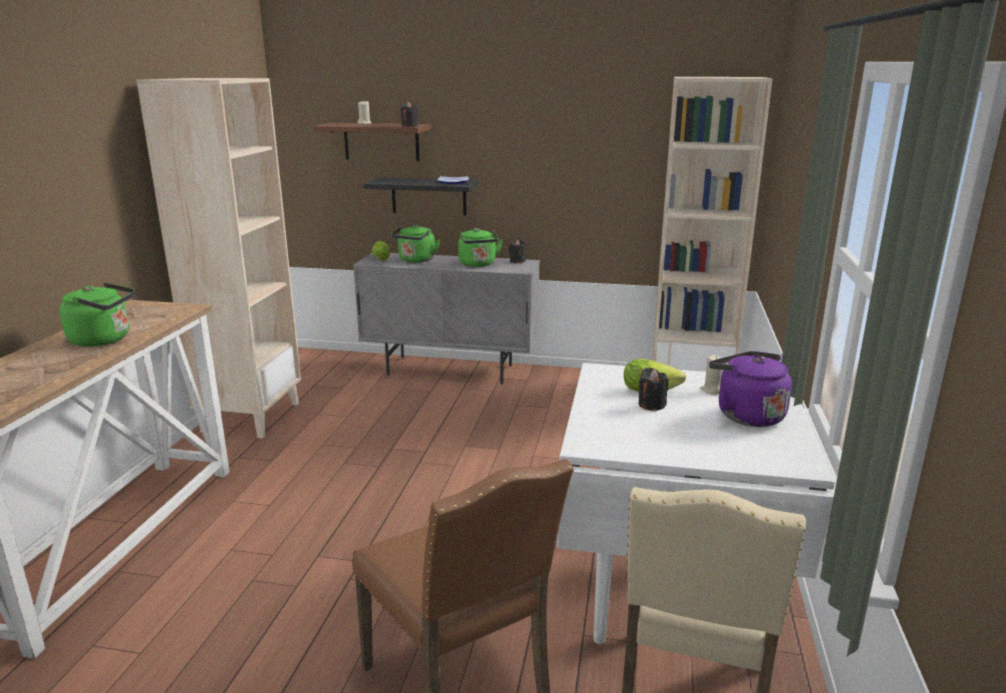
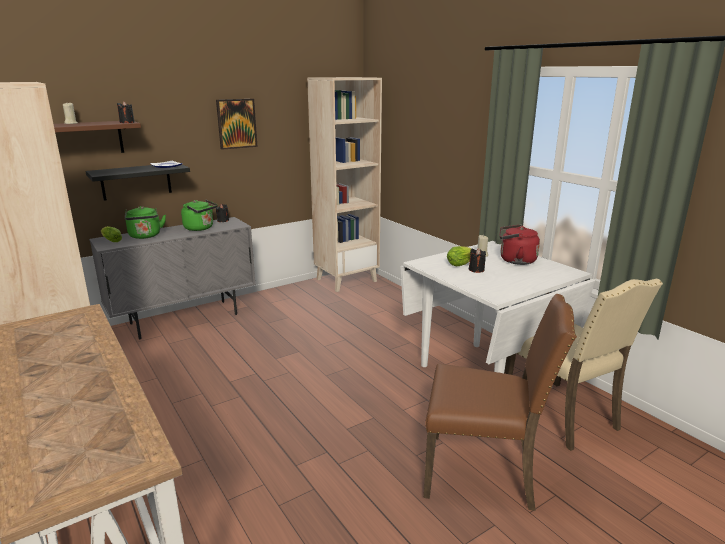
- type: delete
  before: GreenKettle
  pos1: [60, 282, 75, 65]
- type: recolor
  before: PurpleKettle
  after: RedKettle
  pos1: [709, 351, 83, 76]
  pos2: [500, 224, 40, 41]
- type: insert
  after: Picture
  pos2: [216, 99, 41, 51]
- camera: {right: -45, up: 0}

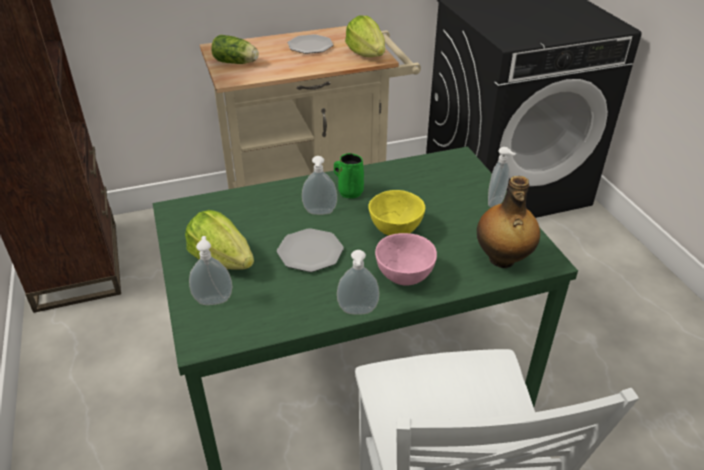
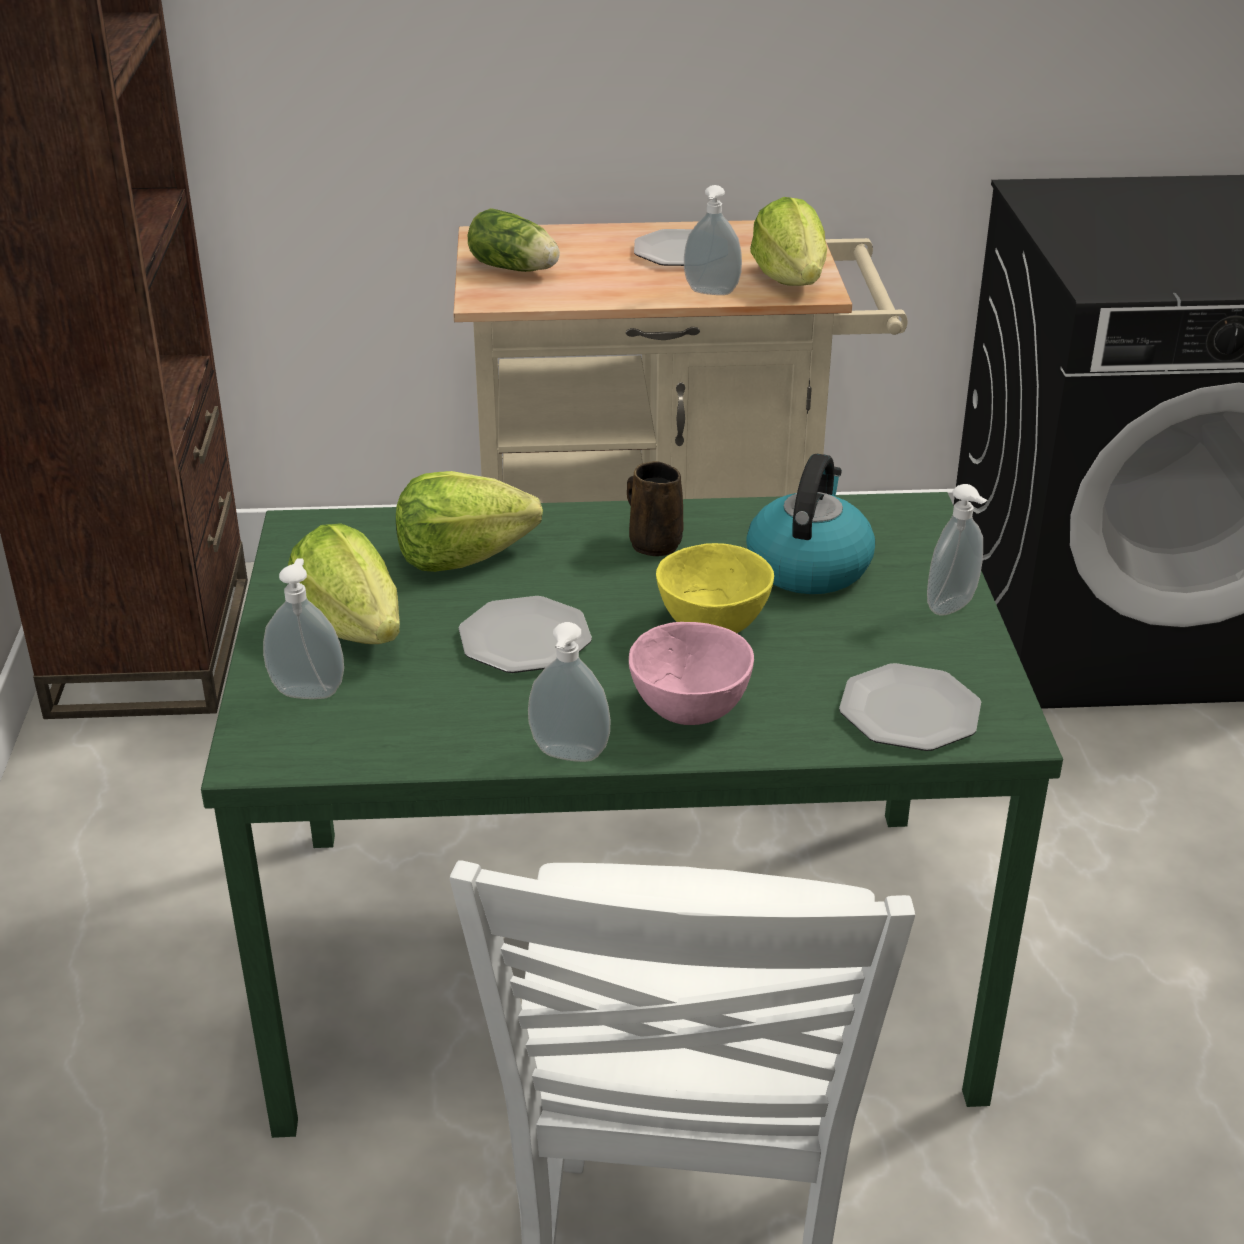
- type: recolor
  before: GreenMug
  after: BrownMug
  pos1: [334, 153, 30, 45]
  pos2: [627, 461, 57, 95]
- type: move
  before: SoapDispenser
  pos1: [302, 156, 35, 59]
  pos2: [684, 185, 58, 110]
- type: replace
  before: Bottle
  after: Plate
  pos1: [477, 176, 63, 92]
  pos2: [839, 663, 142, 88]
- type: insert
  after: Kettle
  pos2: [746, 454, 129, 140]
- type: insert
  after: Lettuce
  pos2: [396, 471, 147, 101]
- camera: {right: 15, up: -5}

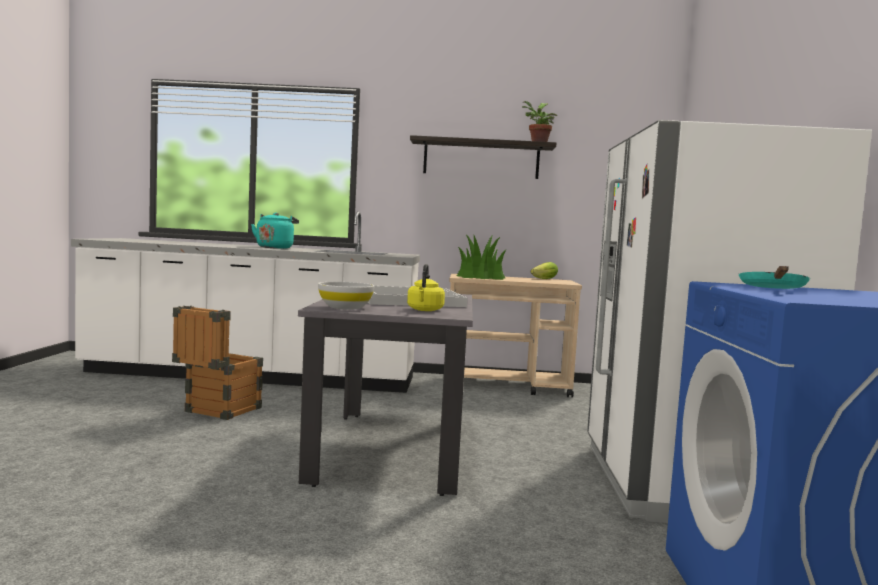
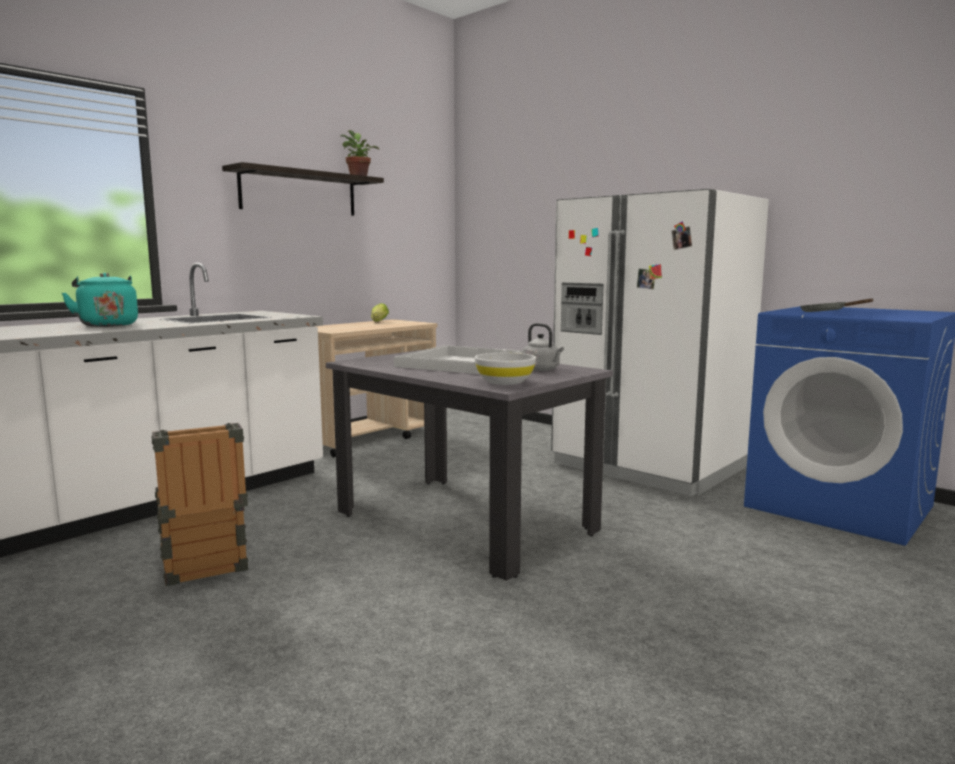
- type: delete
  before: PottedPlant
  pos1: [457, 235, 49, 45]
- type: recolor
  before: YellowKettle
  after: GreyKettle
  pos1: [407, 264, 38, 47]
  pos2: [522, 323, 42, 48]
- type: recolor
  before: TurquoiseFryingPan
  after: GreyFryingPan
  pos1: [739, 266, 71, 23]
  pos2: [800, 298, 74, 14]
- camera: {right: -50, up: 5}

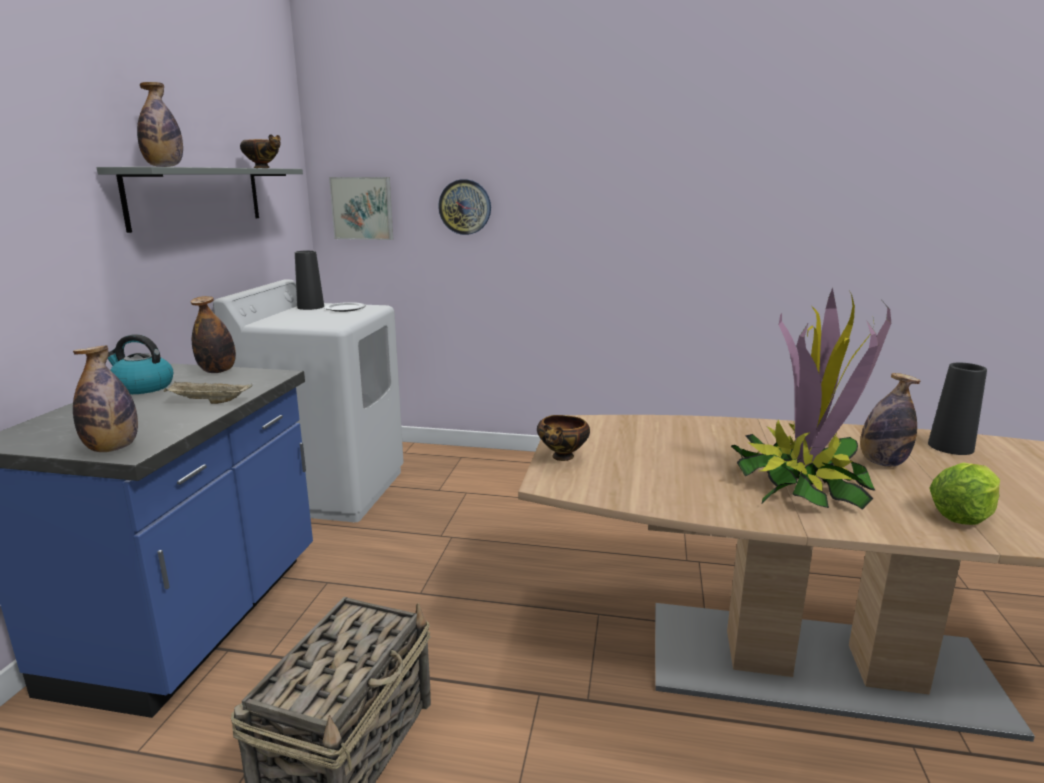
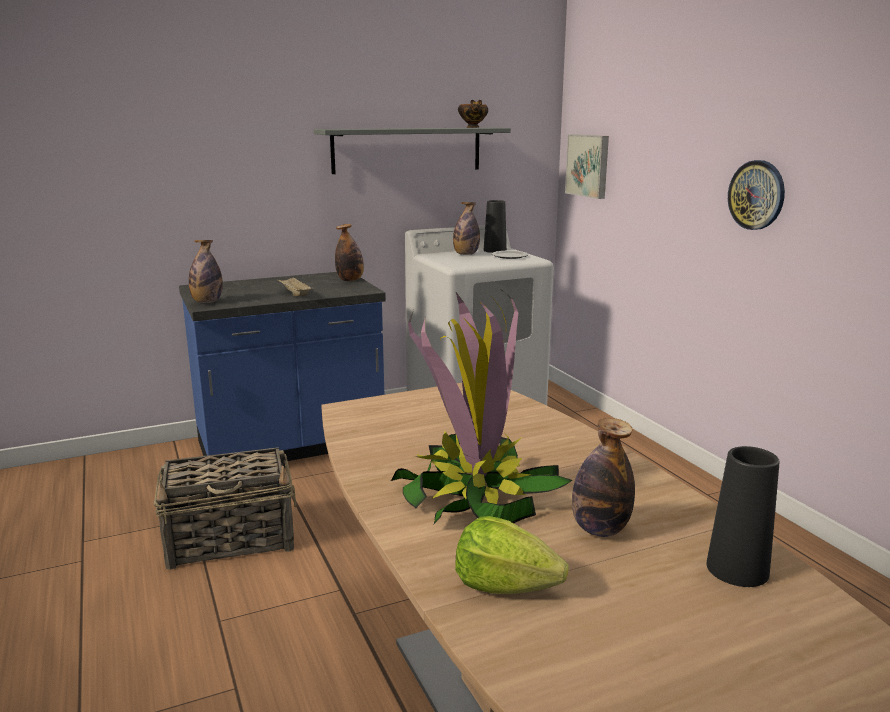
- type: move
  before: Bottle
  pos1: [137, 82, 46, 85]
  pos2: [453, 202, 27, 53]
- type: move
  before: WallClock
  pos1: [438, 179, 53, 56]
  pos2: [728, 160, 57, 70]
- type: delete
  before: Kettle
  pos1: [108, 334, 65, 60]
- type: delete
  before: Bowl
  pos1: [537, 415, 53, 46]
- camera: {right: 55, up: 0}

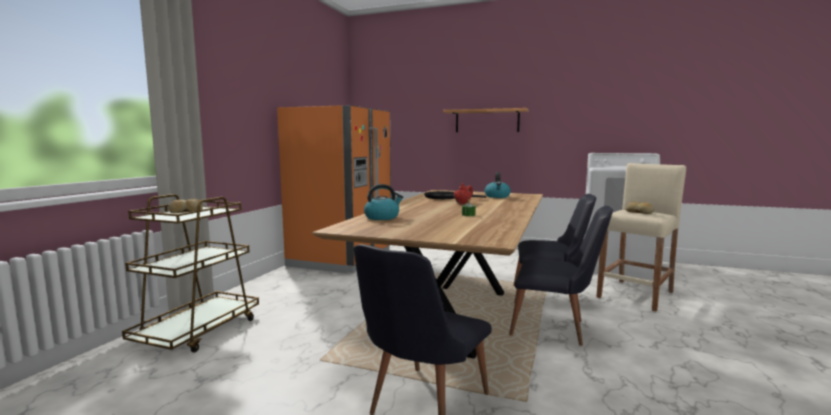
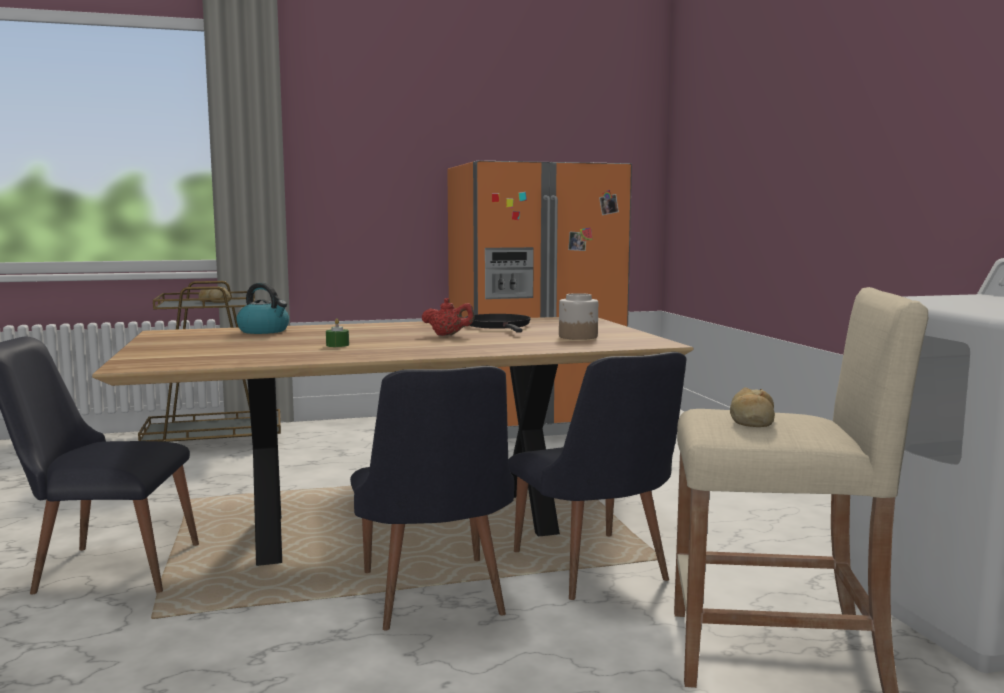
- type: delete
  before: Shelf
  pos1: [443, 108, 86, 24]
- type: replace
  before: Kettle
  after: Jar
  pos1: [485, 172, 26, 26]
  pos2: [559, 293, 39, 47]
- camera: {right: 55, up: 0}

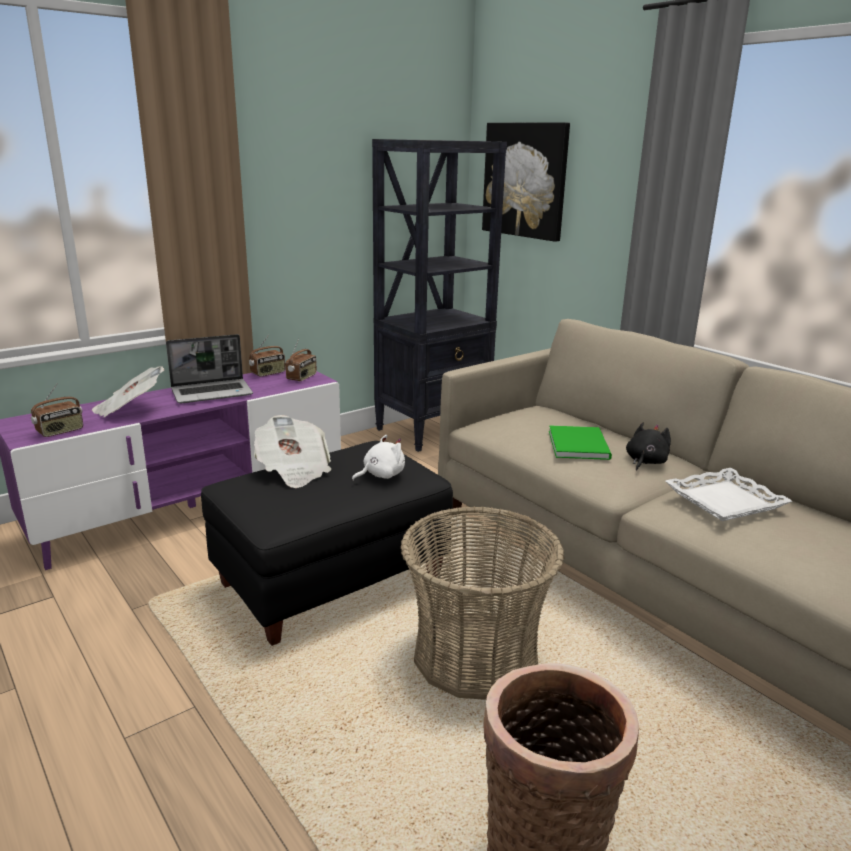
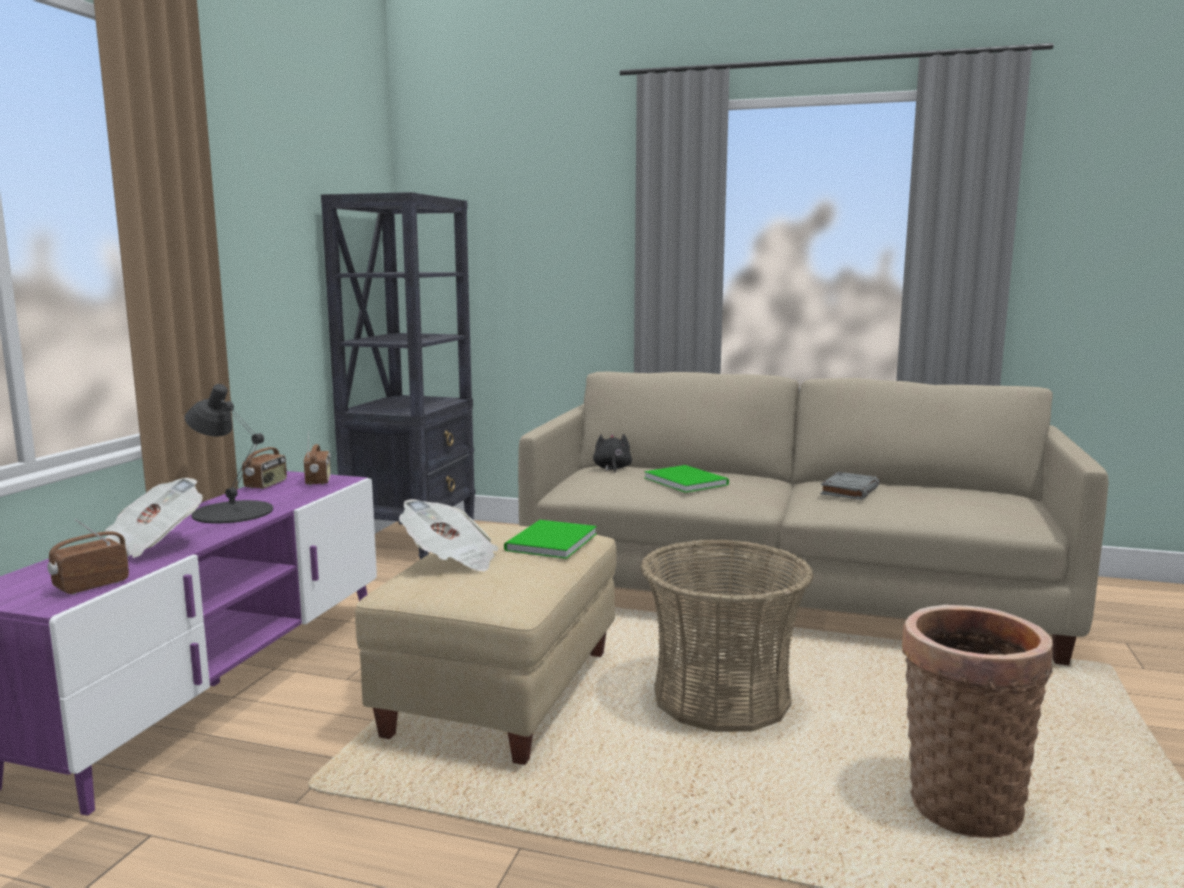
- type: delete
  before: Picture
  pos1: [482, 122, 88, 120]
- type: replace
  before: Laptop
  after: BlackTableLamp
  pos1: [166, 334, 87, 69]
  pos2: [185, 384, 88, 140]
- type: rotate
  before: Radio
  pos1: [31, 383, 52, 54]
  pos2: [47, 519, 82, 75]
  turn: -150
- type: move
  before: BlackPlushToy
  pos1: [626, 423, 45, 48]
  pos2: [593, 434, 39, 39]
- type: replace
  before: WhitePlushToy
  after: GreenBook
  pos1: [352, 435, 53, 46]
  pos2: [504, 520, 93, 39]
- type: recolor
  before: BlackOttoman
  after: BeigeOttoman
  pos1: [201, 441, 252, 205]
  pos2: [355, 523, 262, 242]
- type: replace
  before: WhiteTray
  after: GreyBook
  pos1: [665, 468, 127, 53]
  pos2: [821, 472, 59, 28]
- camera: {right: -35, up: -10}

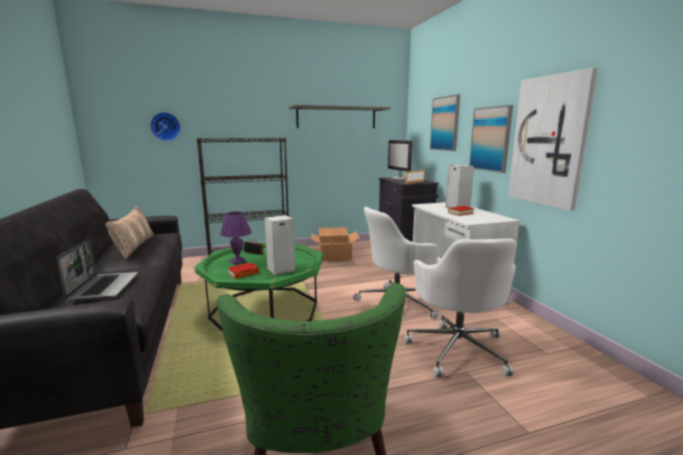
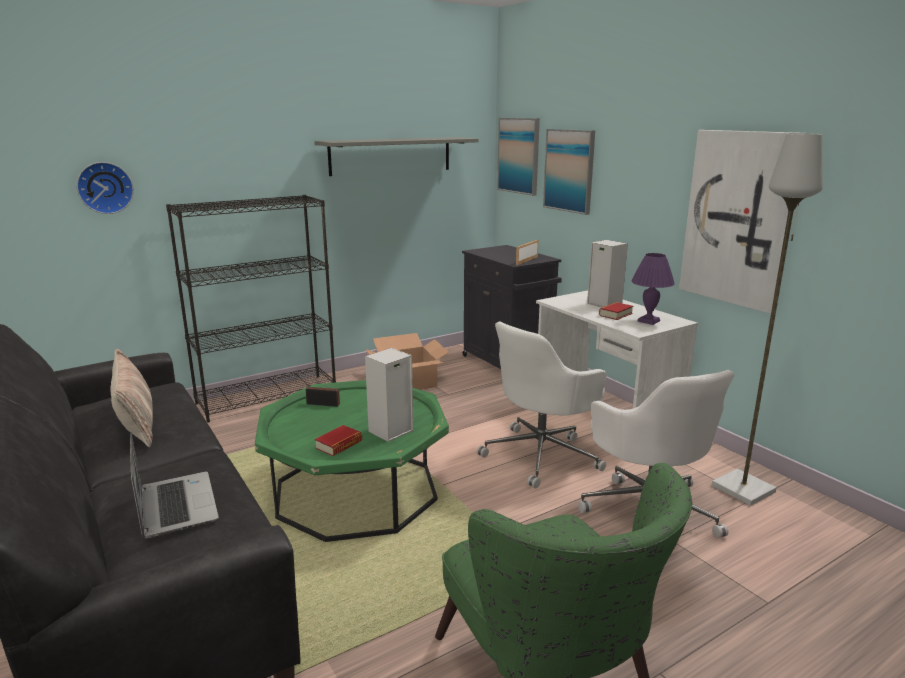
- type: move
  before: Picture
  pos1: [469, 105, 44, 68]
  pos2: [497, 118, 43, 78]
- type: delete
  before: Monitor
  pos1: [388, 140, 24, 40]
- type: move
  before: PurpleTableLamp
  pos1: [220, 212, 32, 53]
  pos2: [631, 253, 44, 72]
- type: insert
  after: GreyFloorLamp
  pos2: [712, 133, 111, 373]
- camera: {right: -15, up: 5}

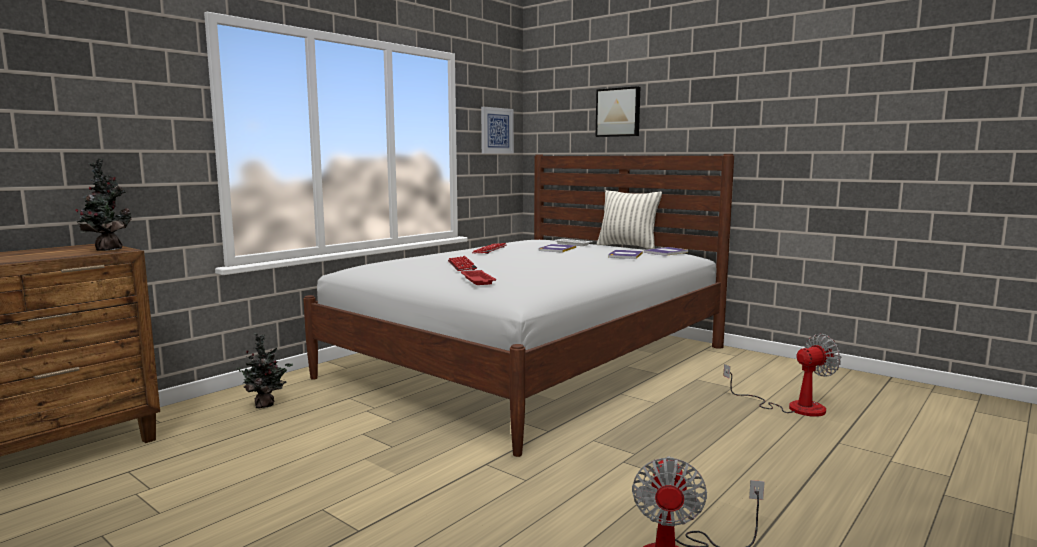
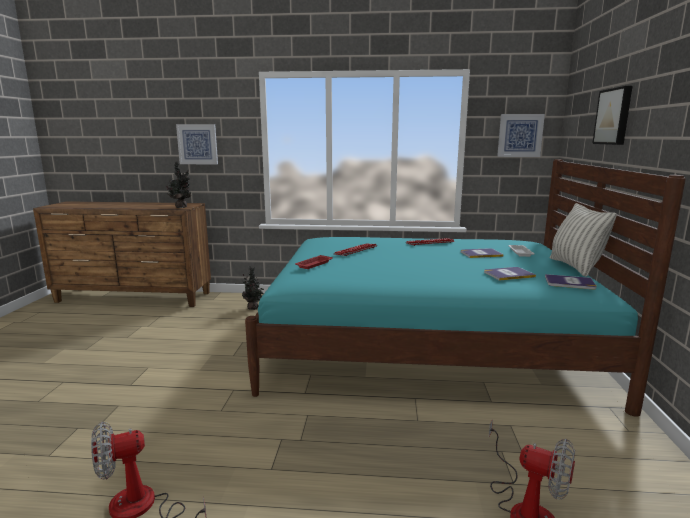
- type: recolor
  before: WhiteBed
  after: TurquoiseBed
  pos1: [303, 154, 431, 303]
  pos2: [245, 159, 441, 258]
- type: insert
  after: Picture
  pos2: [176, 124, 42, 40]
- camera: {right: 55, up: 5}

